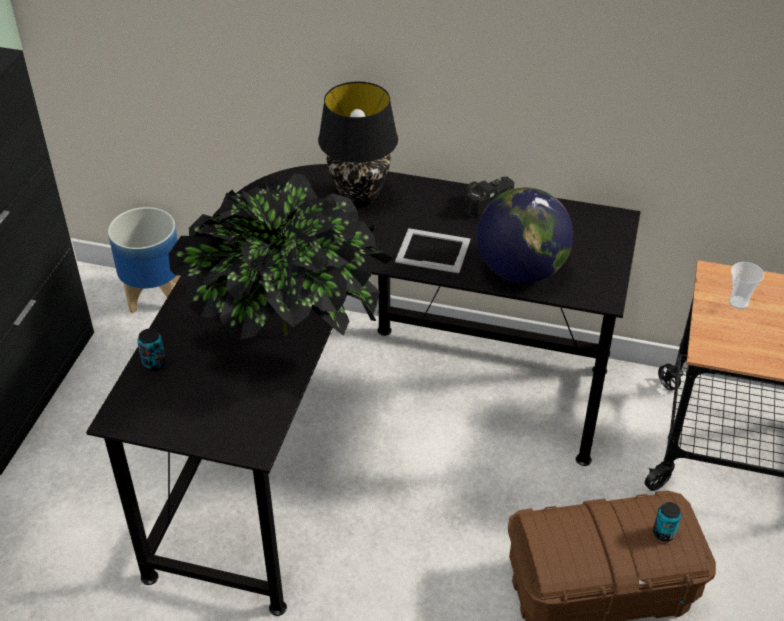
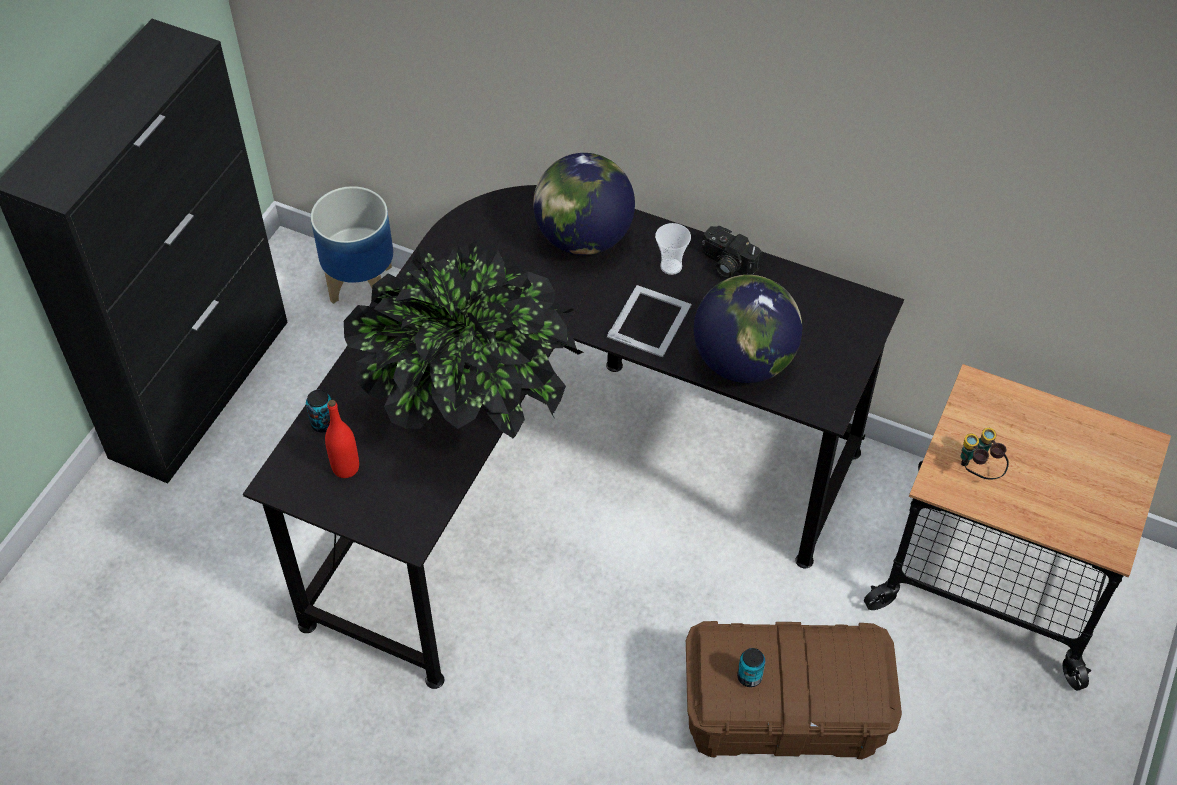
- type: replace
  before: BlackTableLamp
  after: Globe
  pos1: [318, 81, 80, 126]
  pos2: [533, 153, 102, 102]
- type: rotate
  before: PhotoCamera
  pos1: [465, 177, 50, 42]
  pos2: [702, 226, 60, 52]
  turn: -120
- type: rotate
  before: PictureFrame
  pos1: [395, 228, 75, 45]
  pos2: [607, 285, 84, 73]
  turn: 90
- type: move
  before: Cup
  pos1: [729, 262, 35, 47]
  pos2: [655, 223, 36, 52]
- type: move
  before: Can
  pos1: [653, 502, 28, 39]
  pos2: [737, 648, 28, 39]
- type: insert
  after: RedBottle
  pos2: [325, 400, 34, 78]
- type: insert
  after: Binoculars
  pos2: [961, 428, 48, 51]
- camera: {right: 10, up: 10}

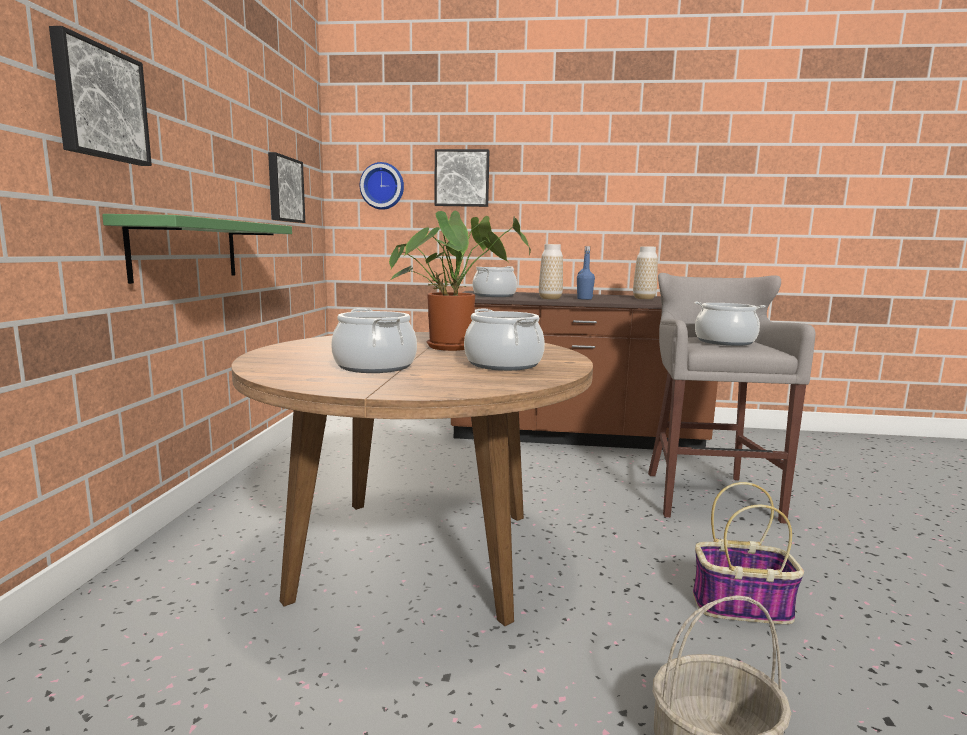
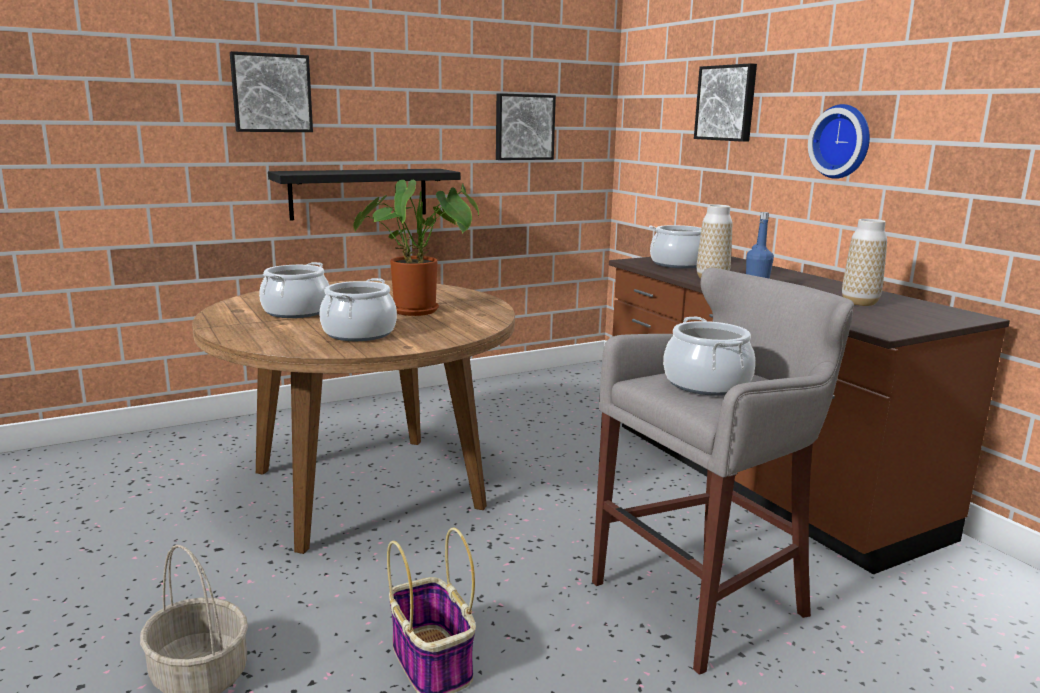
- type: move
  before: WallClock
  pos1: [360, 162, 44, 48]
  pos2: [808, 104, 62, 75]
- type: recolor
  before: GreenShelf
  after: BlackShelf
  pos1: [102, 214, 190, 70]
  pos2: [268, 169, 193, 52]
- camera: {right: 55, up: 5}

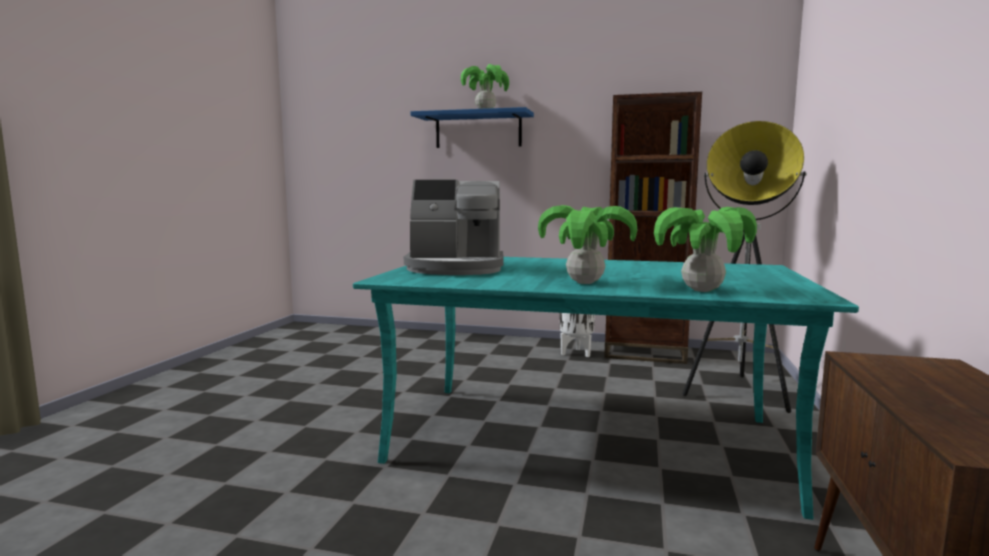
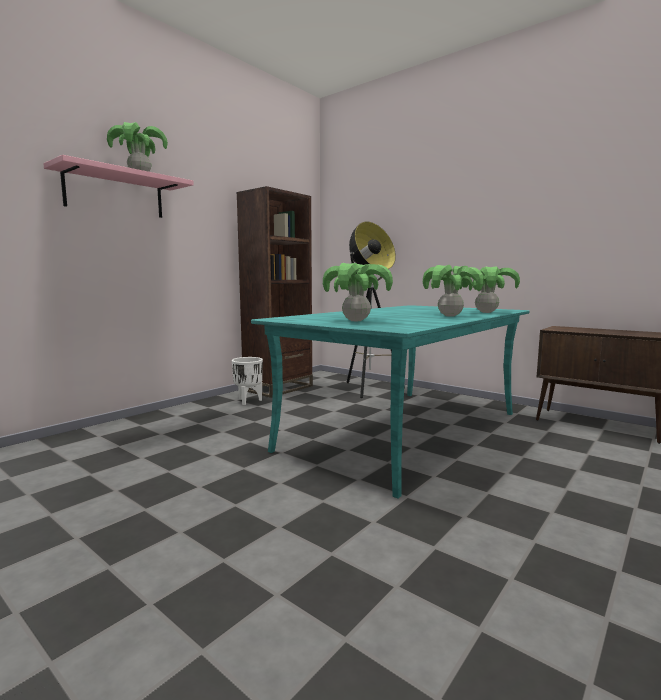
- type: recolor
  before: BlueShelf
  after: PinkShelf
  pos1: [411, 107, 123, 41]
  pos2: [43, 155, 151, 63]
- type: replace
  before: CoffeeMachine
  after: PottedPlant
  pos1: [404, 180, 100, 95]
  pos2: [323, 263, 70, 58]
- camera: {right: -65, up: 0}

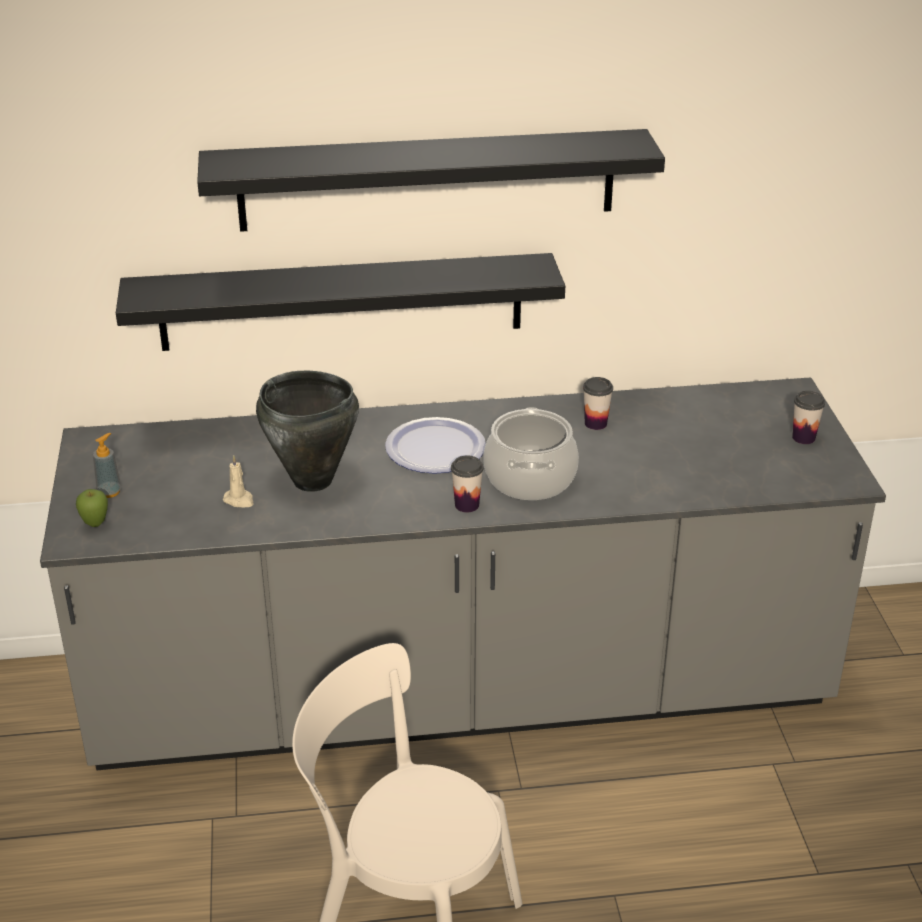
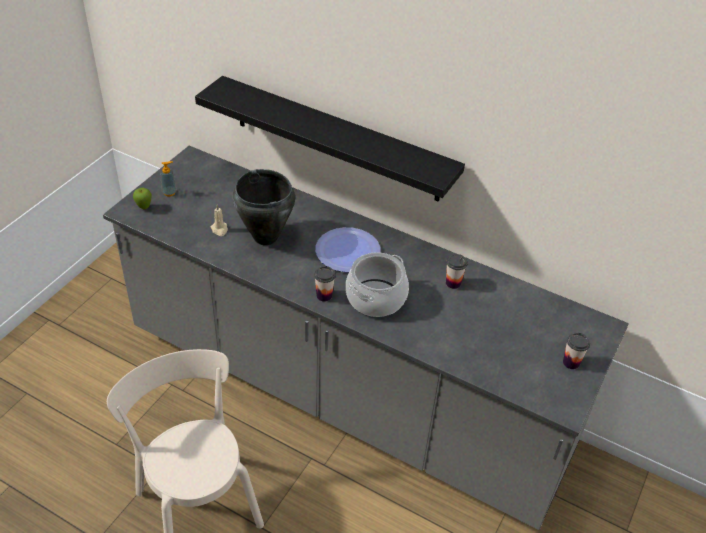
- type: delete
  before: BlackShelf
  pos1: [197, 129, 468, 103]
- camera: {right: 35, up: 10}

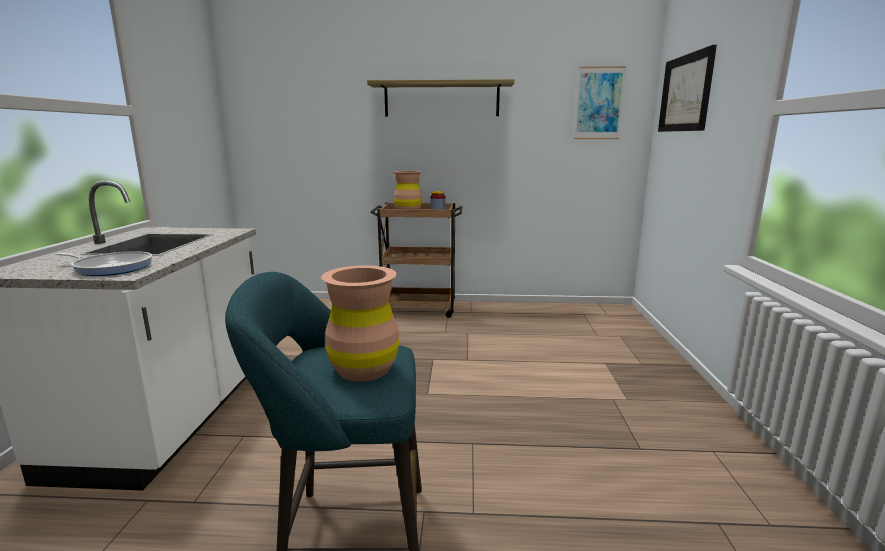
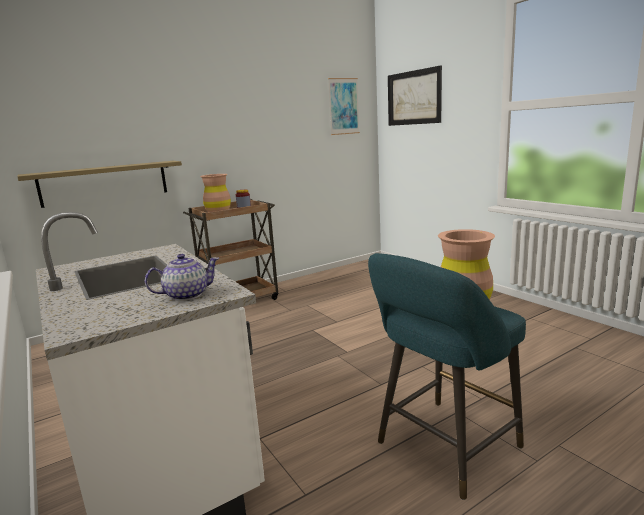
- type: move
  before: Shelf
  pos1: [367, 79, 147, 38]
  pos2: [17, 161, 165, 47]
- type: replace
  before: FryingPan
  after: Teapot
  pos1: [55, 251, 97, 25]
  pos2: [145, 254, 74, 47]
- camera: {right: -35, up: 0}

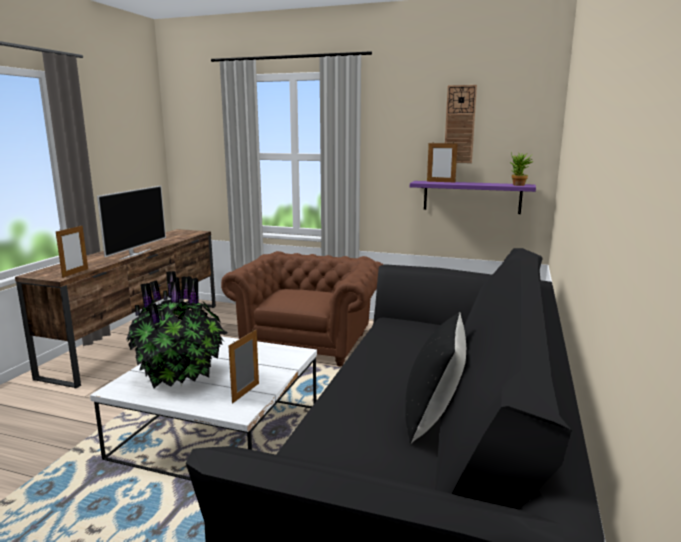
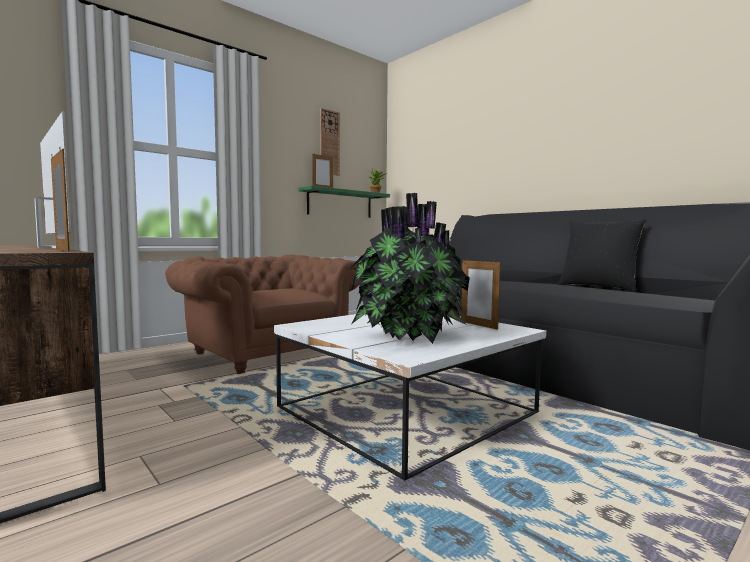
- type: recolor
  before: PurpleShelf
  after: GreenShelf
  pos1: [410, 181, 126, 33]
  pos2: [299, 186, 91, 32]
- camera: {right: -60, up: -10}

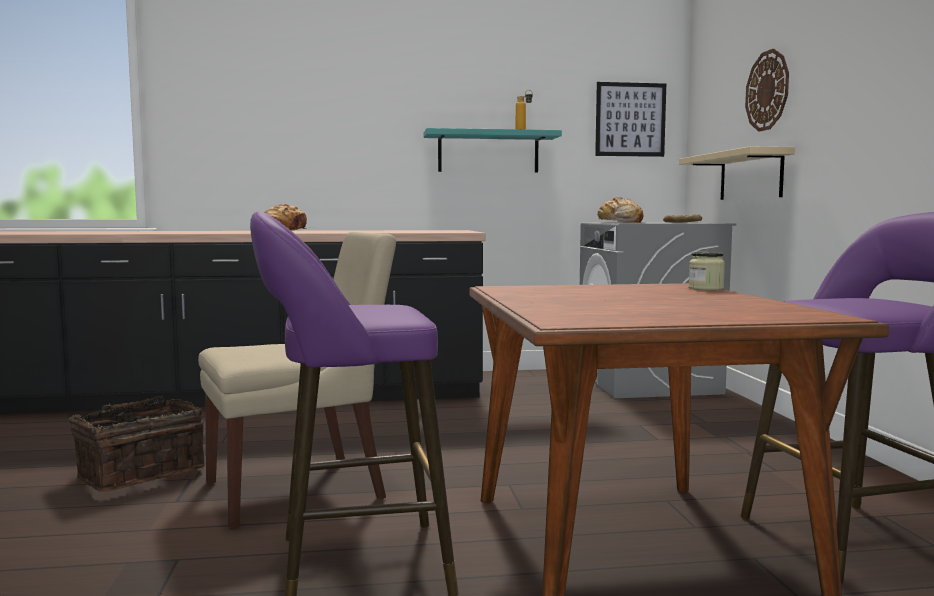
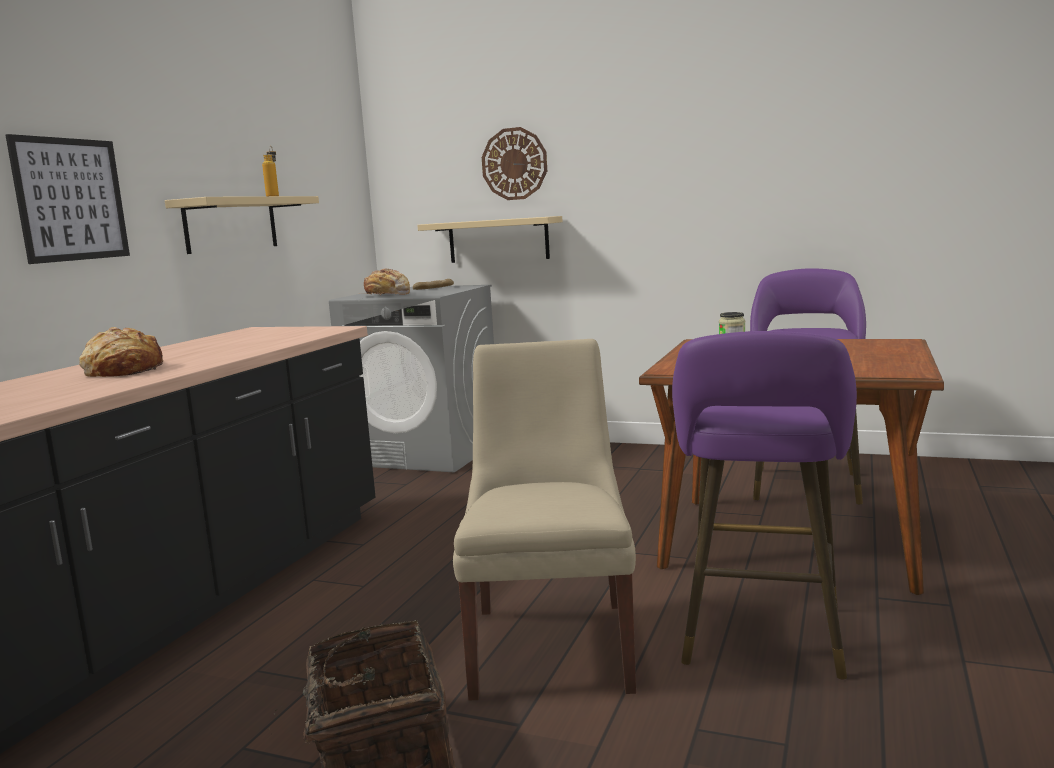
- type: move
  before: Picture
  pos1: [595, 82, 71, 75]
  pos2: [5, 134, 125, 130]
- type: recolor
  before: TurquoiseShelf
  after: BeigeShelf
  pos1: [423, 128, 139, 45]
  pos2: [165, 196, 154, 58]
- camera: {right: -60, up: 5}

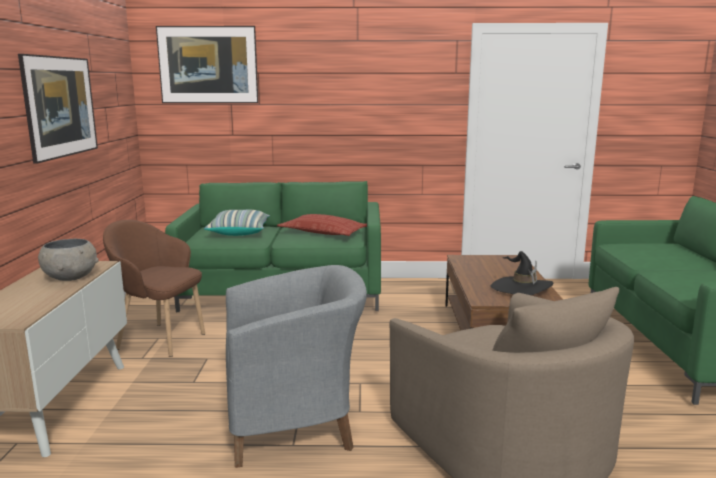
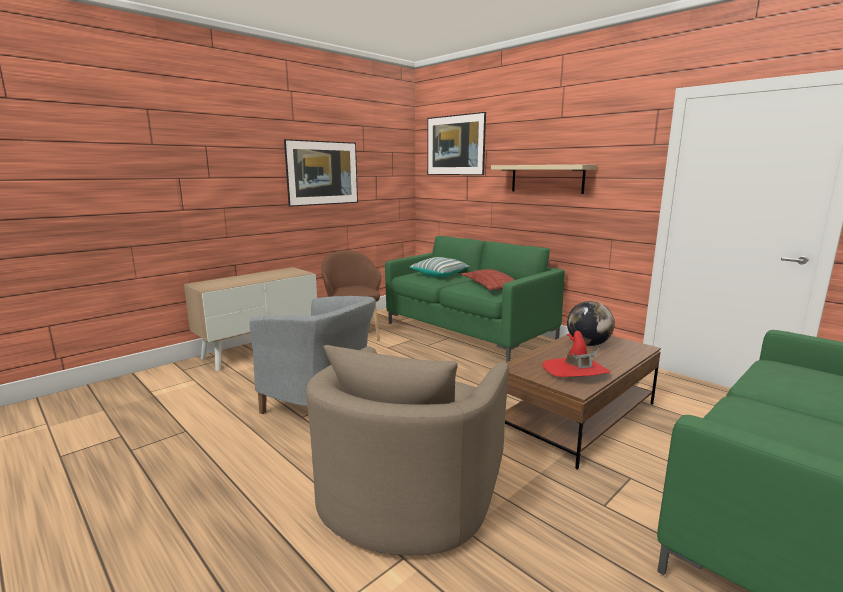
- type: delete
  before: GreyBowl
  pos1: [38, 239, 61, 42]
- type: recolor
  before: BlackHat
  after: RedHat
  pos1: [490, 251, 64, 44]
  pos2: [542, 331, 68, 46]
- type: insert
  after: BeigeShelf
  pos2: [491, 165, 105, 29]
- type: insert
  after: Globe
  pos2: [567, 301, 48, 45]
- camera: {right: 45, up: 0}

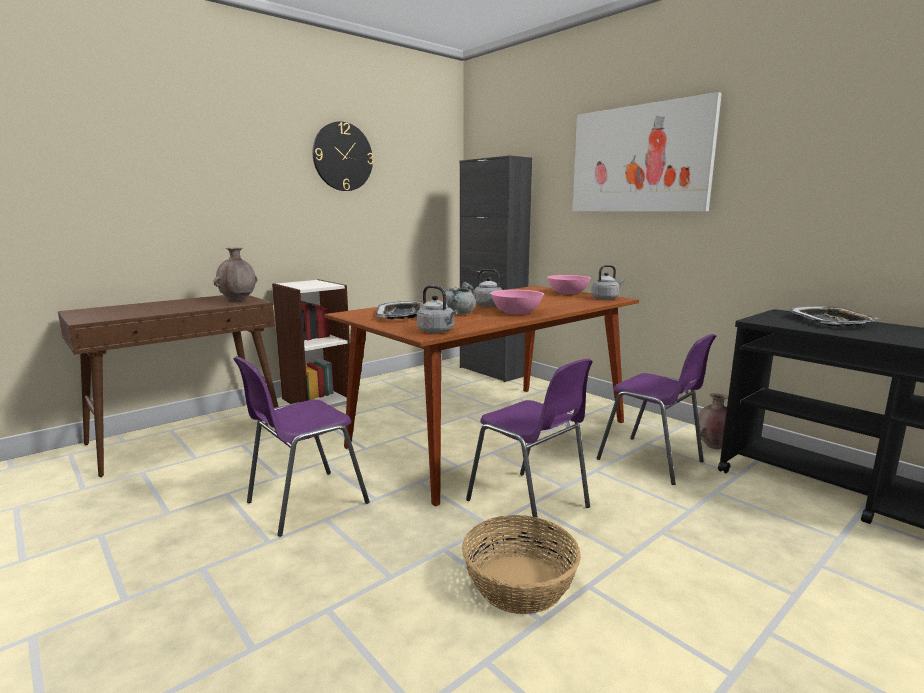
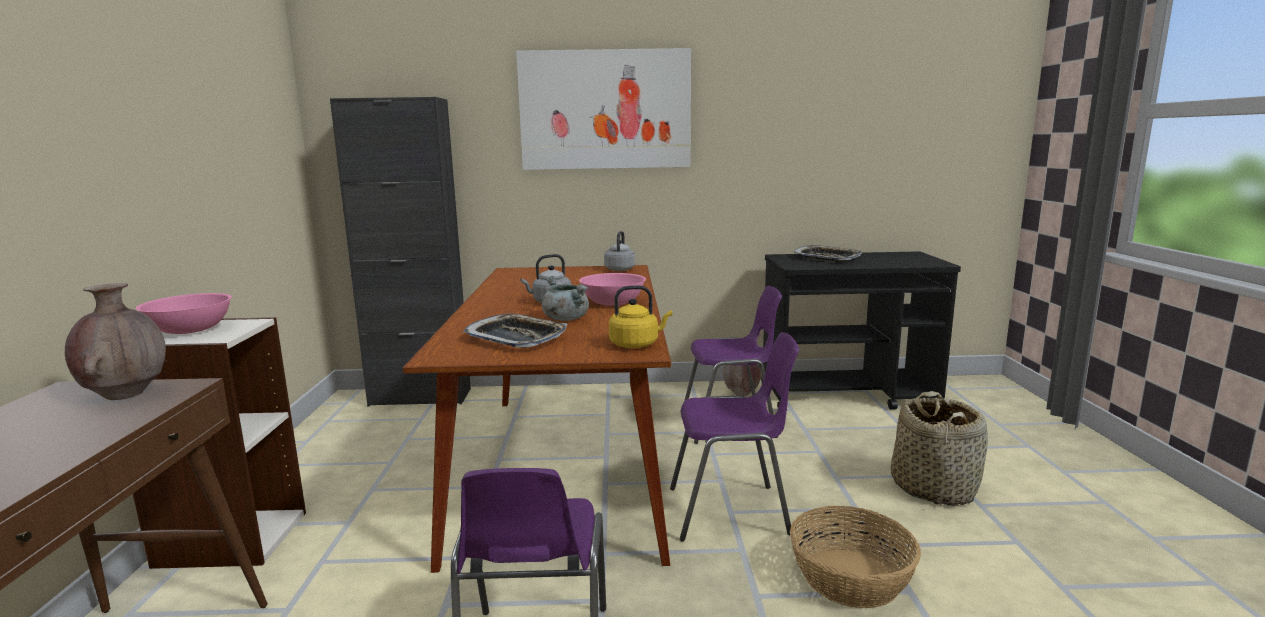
- type: delete
  before: WallClock
  pos1: [313, 121, 61, 70]
- type: move
  before: PinkBowl
  pos1: [547, 275, 44, 19]
  pos2: [136, 293, 96, 41]
- type: recolor
  before: GreyKettle
  after: YellowKettle
  pos1: [417, 285, 41, 48]
  pos2: [609, 285, 63, 63]
- type: insert
  after: Basket
  pos2: [891, 391, 97, 115]
- camera: {right: -50, up: 0}

